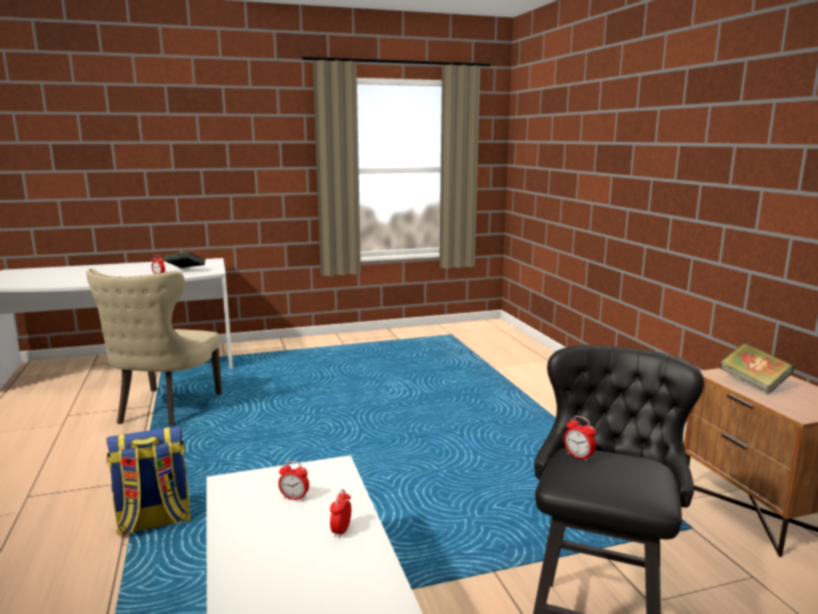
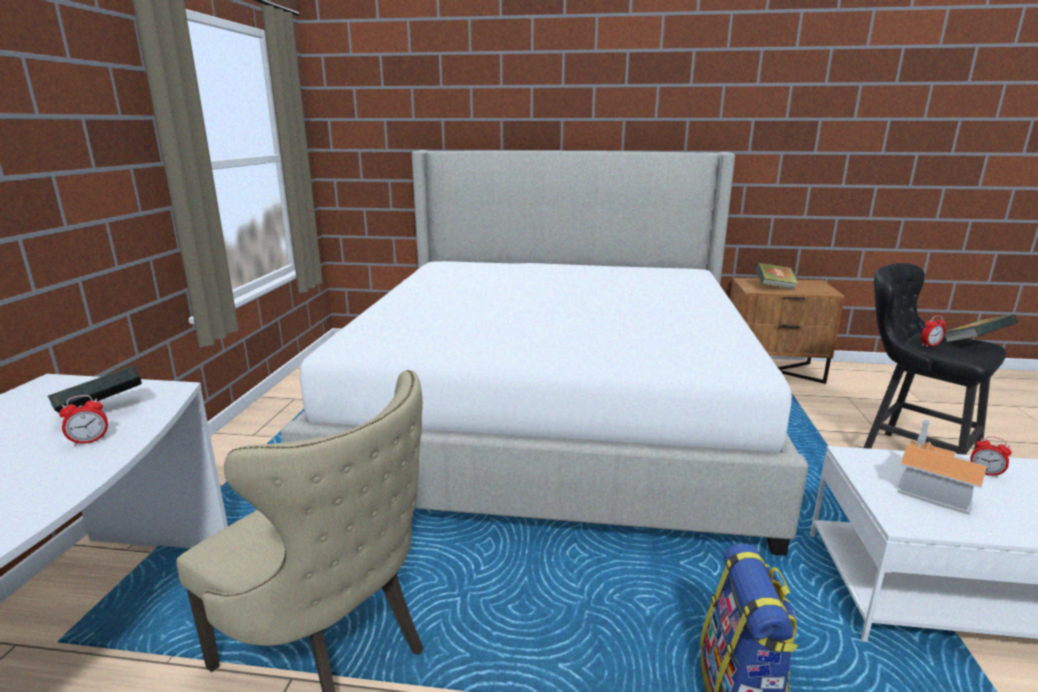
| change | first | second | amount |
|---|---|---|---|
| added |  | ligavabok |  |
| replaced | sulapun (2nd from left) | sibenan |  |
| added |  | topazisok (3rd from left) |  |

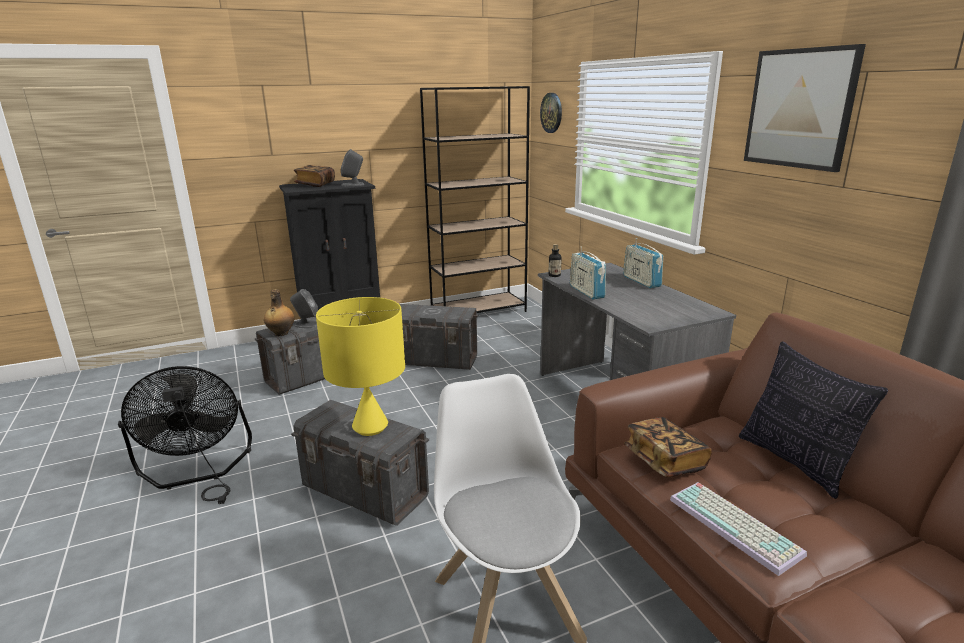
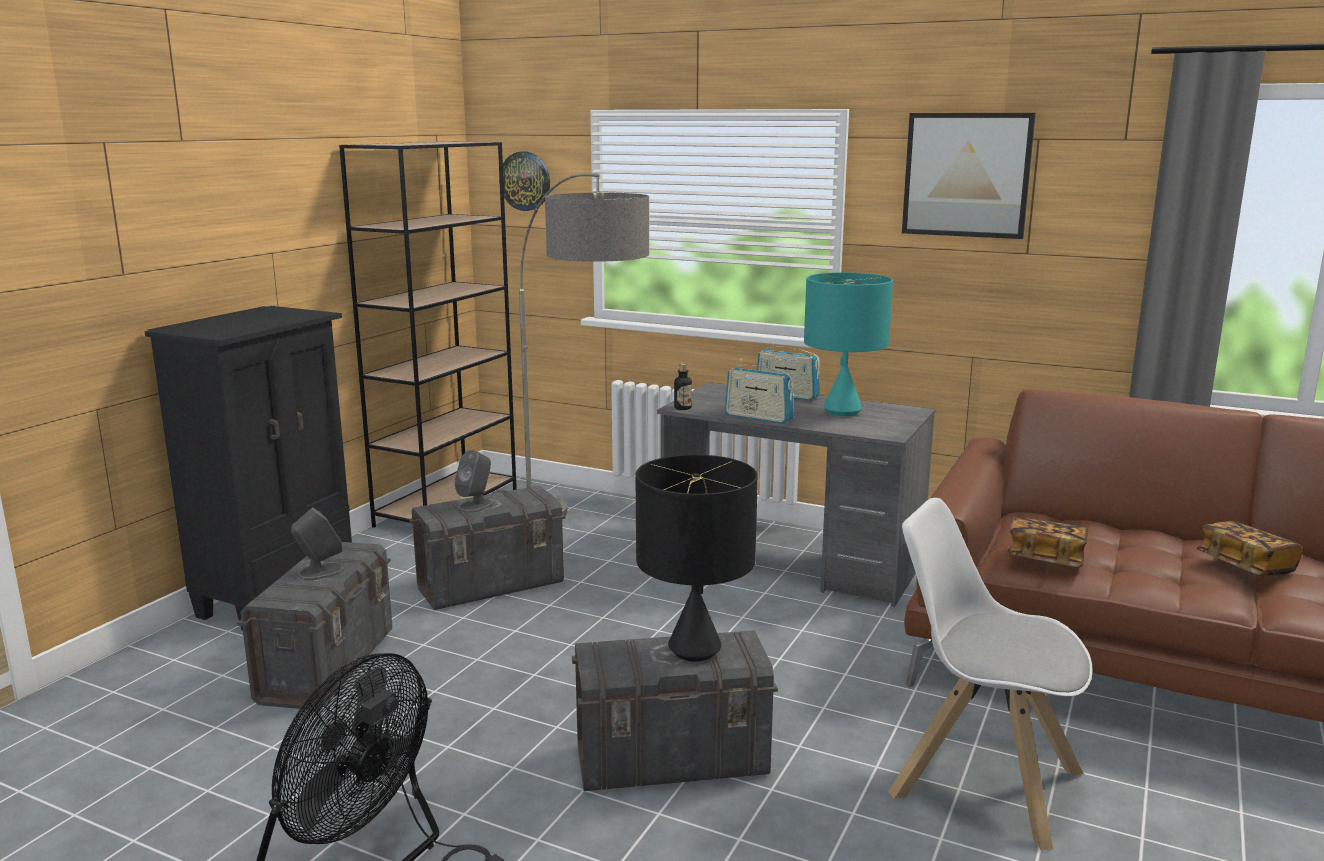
| change | first | second | amount |
|---|---|---|---|
| moved | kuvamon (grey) (2nd from left) |  |  |
| added |  | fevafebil |  |
| recoloured | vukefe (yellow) | vukefe (black) |  |
| added |  | vukefe (turquoise) |  |
| moved | topazisok (1st from left in the first image) | topazisok (2nd from left) |  |
| removed | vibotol (1st from left) |  |  |
| removed | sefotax |  |  |
| removed | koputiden |  |  |

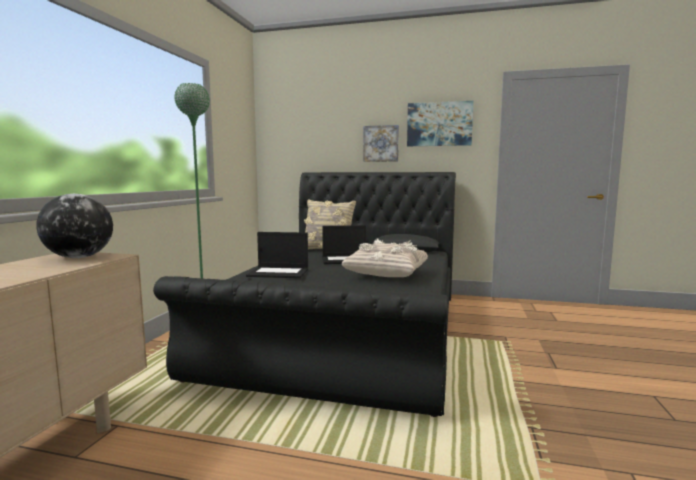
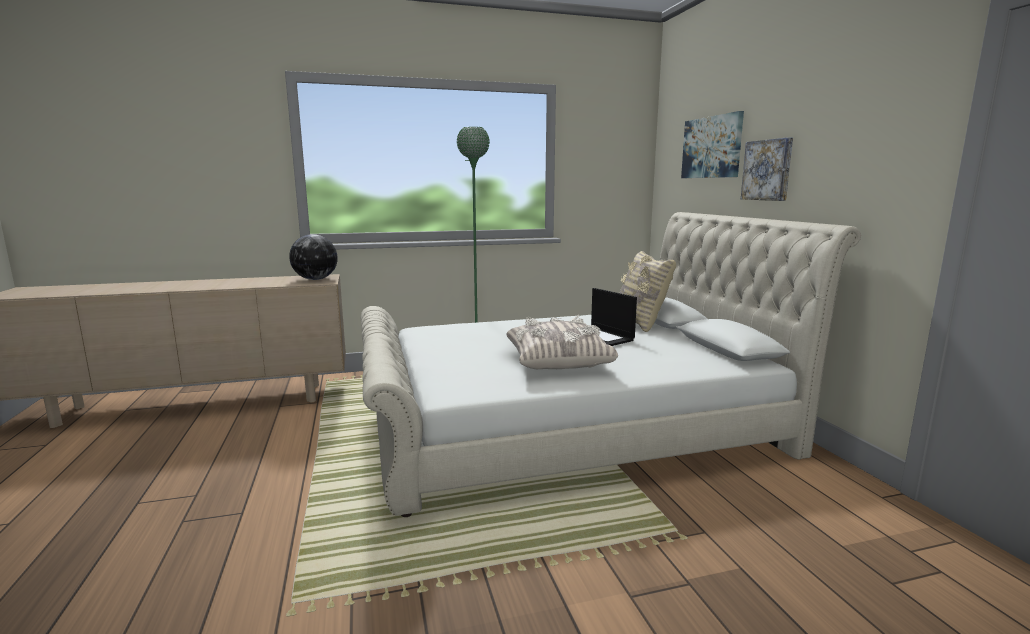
| change | first | second | amount |
|---|---|---|---|
| recoloured | ligavabok (black) | ligavabok (beige) |  |
| moved | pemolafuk (2nd from left in the first image) | pemolafuk (1st from left) |  |
| removed | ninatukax (1st from left) |  |  |

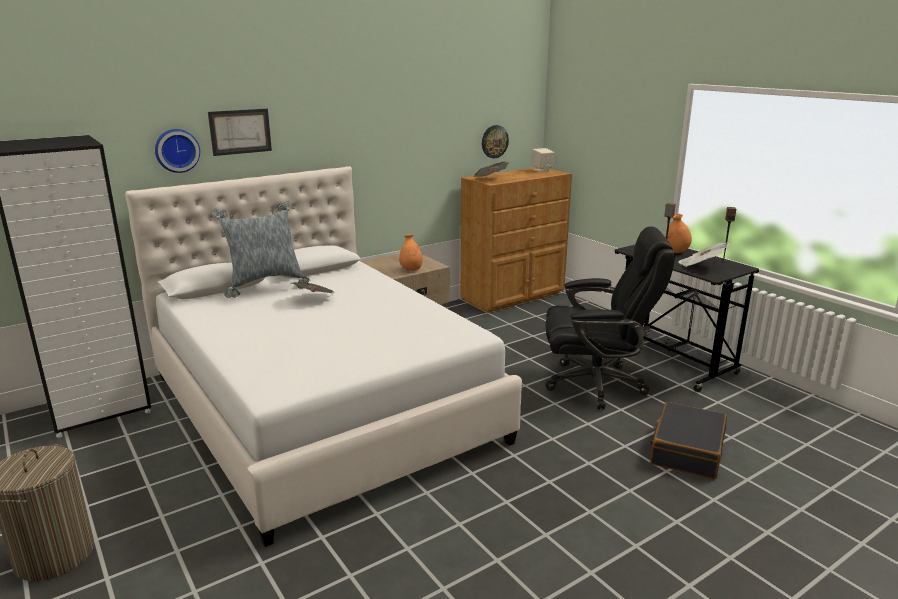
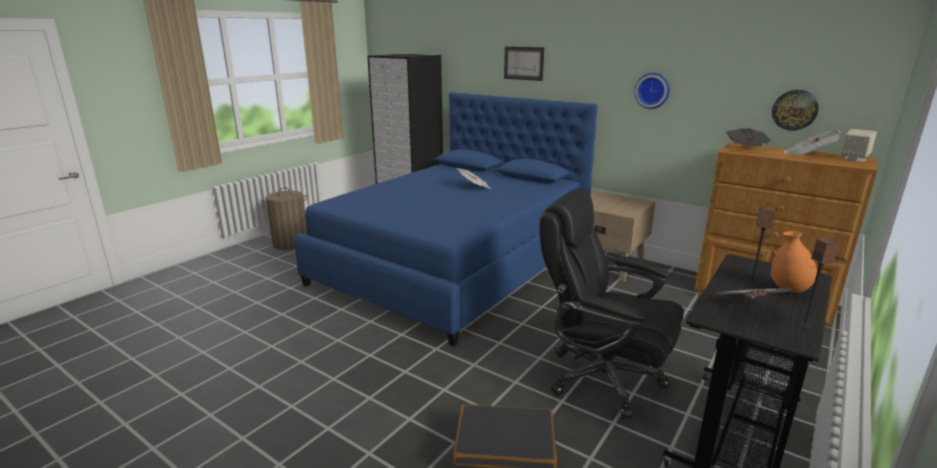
| change | first | second | amount |
|---|---|---|---|
| recoloured | ligavabok (white) | ligavabok (blue) |  |
| turned | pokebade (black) |  | 135 degrees clockwise |
| moved | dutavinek (1st from left) |  |  |
| added |  | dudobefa (4th from left) |  |
| removed | koputiden |  |  |
| removed | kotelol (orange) (1st from left) |  |  |

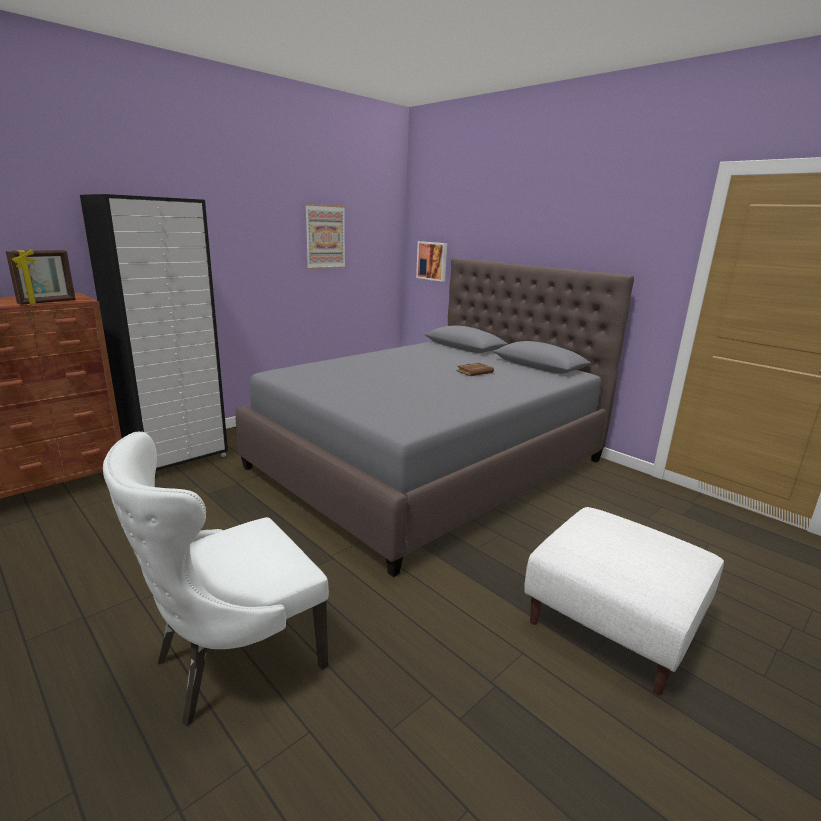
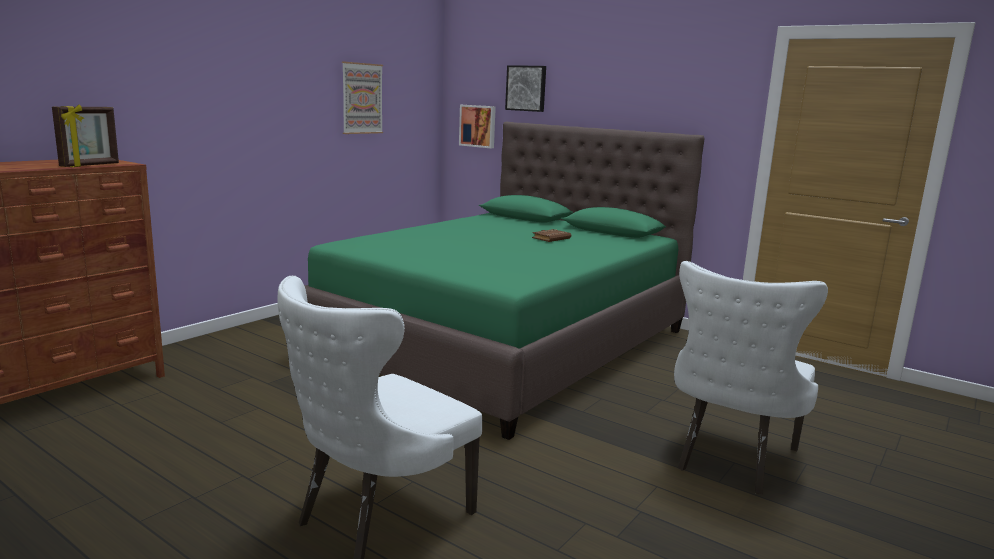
| change | first | second | amount |
|---|---|---|---|
| recoloured | ligavabok (grey) | ligavabok (green) |  |
| added |  | pemolafuk (3rd from left) |  |
| replaced | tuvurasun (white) | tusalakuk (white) (2nd from left) |  |
| removed | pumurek |  |  |

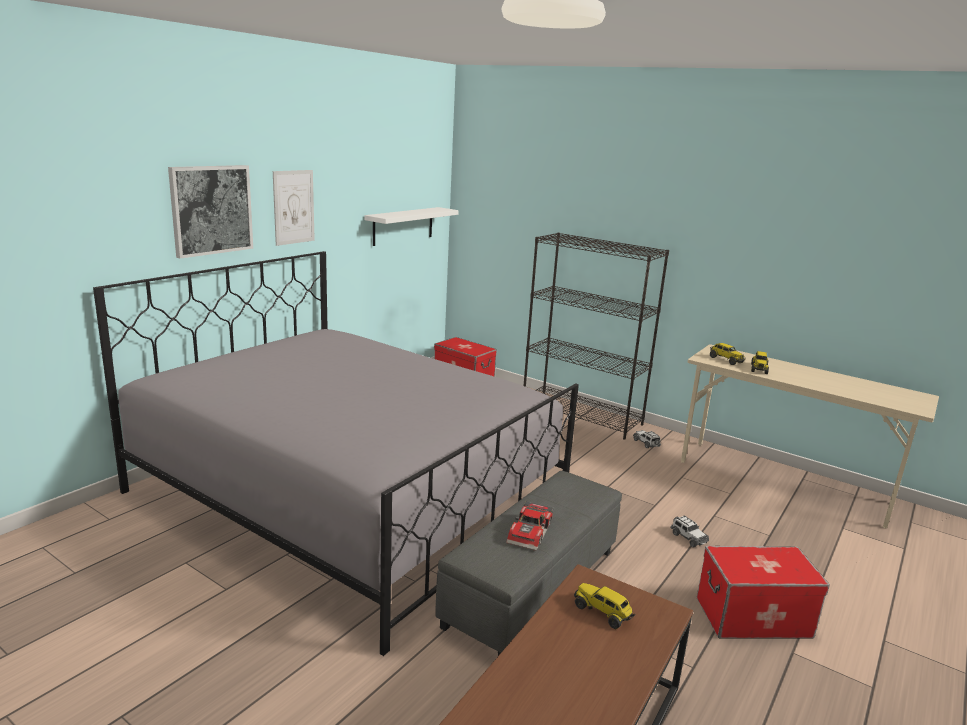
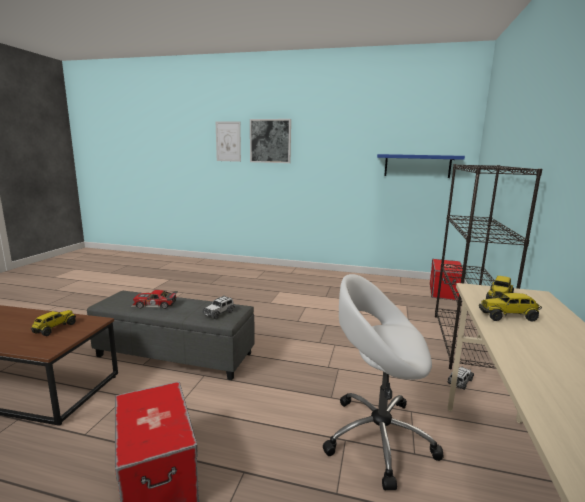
| change | first | second | amount |
|---|---|---|---|
| moved | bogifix (3rd from left in the first image) | bogifix (2nd from left) |  |
| moved | pemolafuk (2nd from left in the first image) | pemolafuk (1st from left) |  |
| added |  | pokebade (white) |  |
| recoloured | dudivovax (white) | dudivovax (blue) |  |
| removed | ligavabok (grey) |  |  |

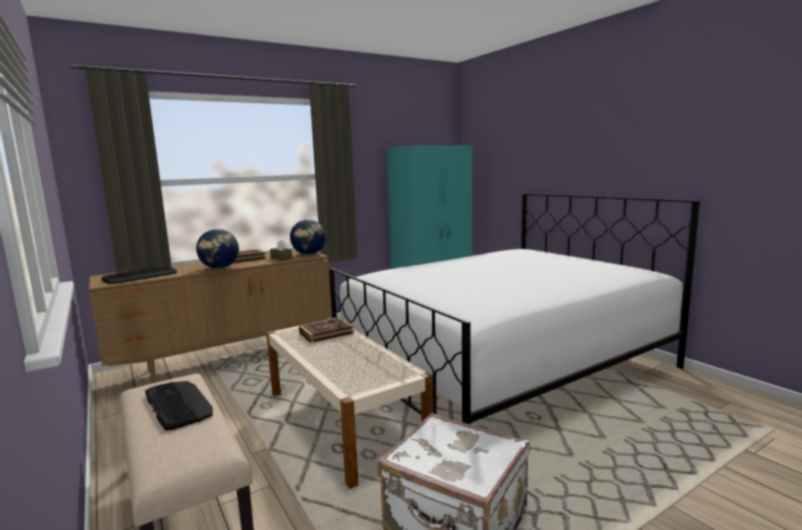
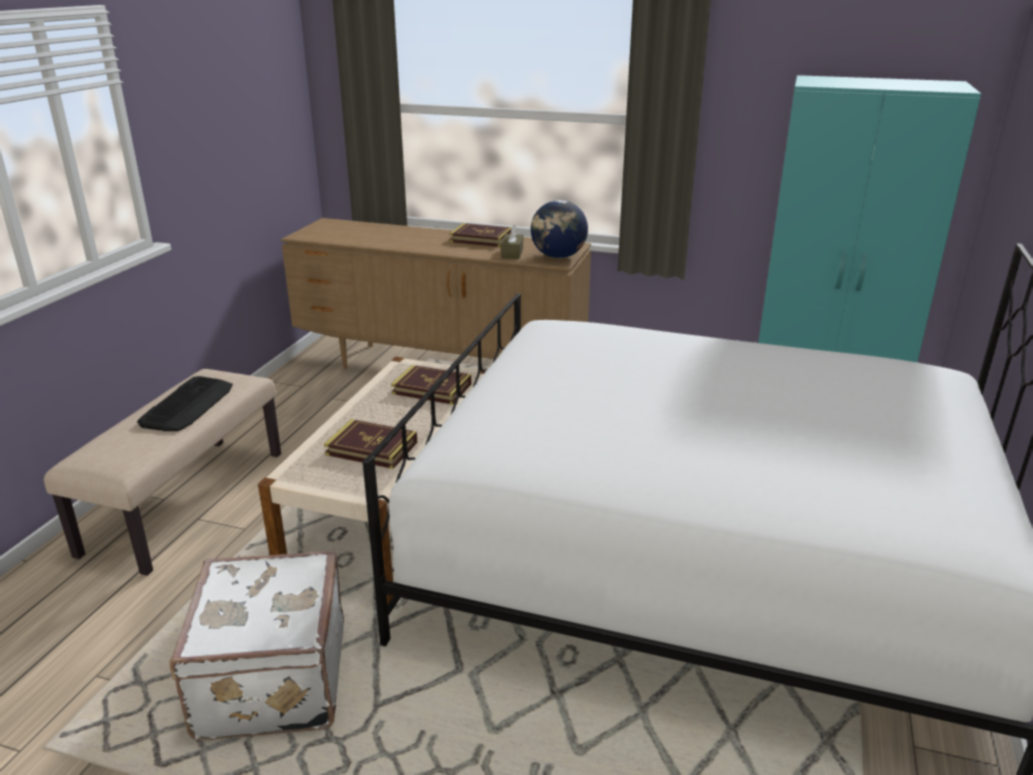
| change | first | second | amount |
|---|---|---|---|
| added |  | topazisok (1st from left) |  |
| removed | sefotax (1st from left) |  |  |
| removed | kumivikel (1st from left) |  |  |

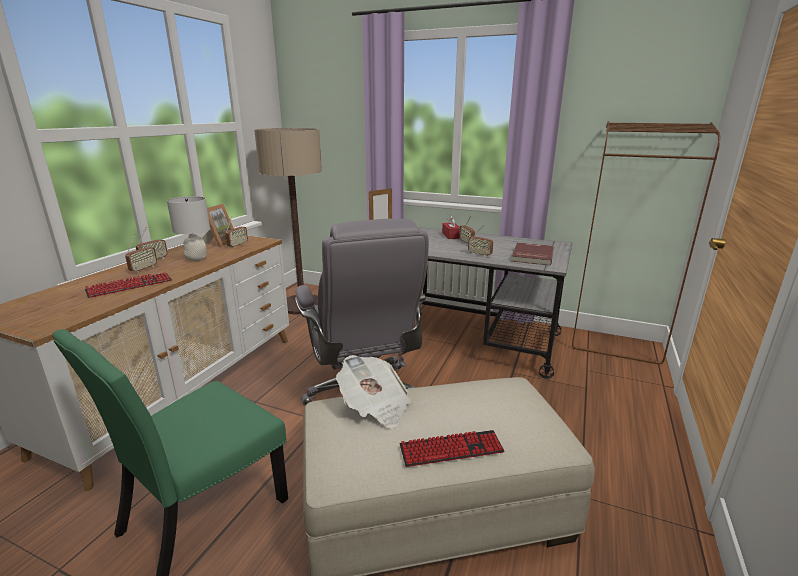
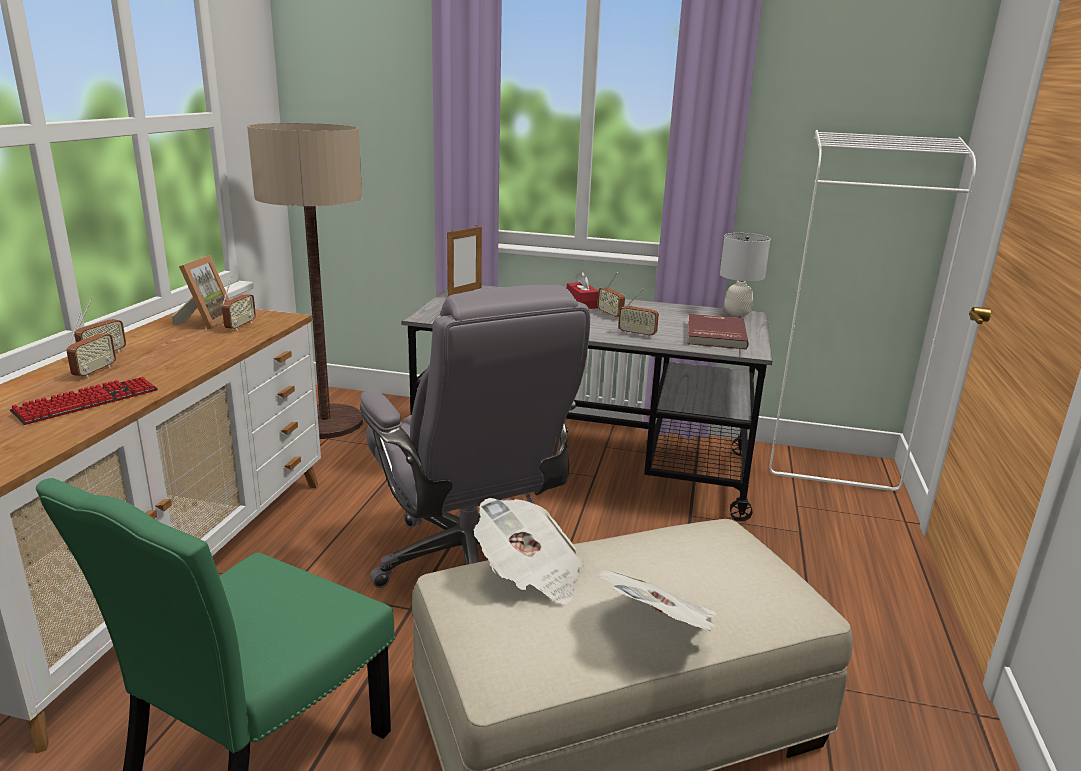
| change | first | second | amount |
|---|---|---|---|
| replaced | sefotax (2nd from left) | dudobefa (2nd from left) |  |
| moved | vukefe (grey) |  |  |
| recoloured | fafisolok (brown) | fafisolok (white) |  |

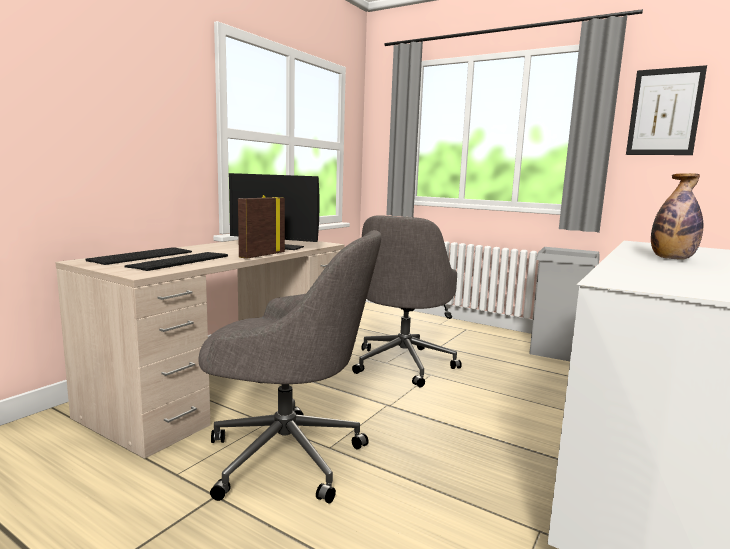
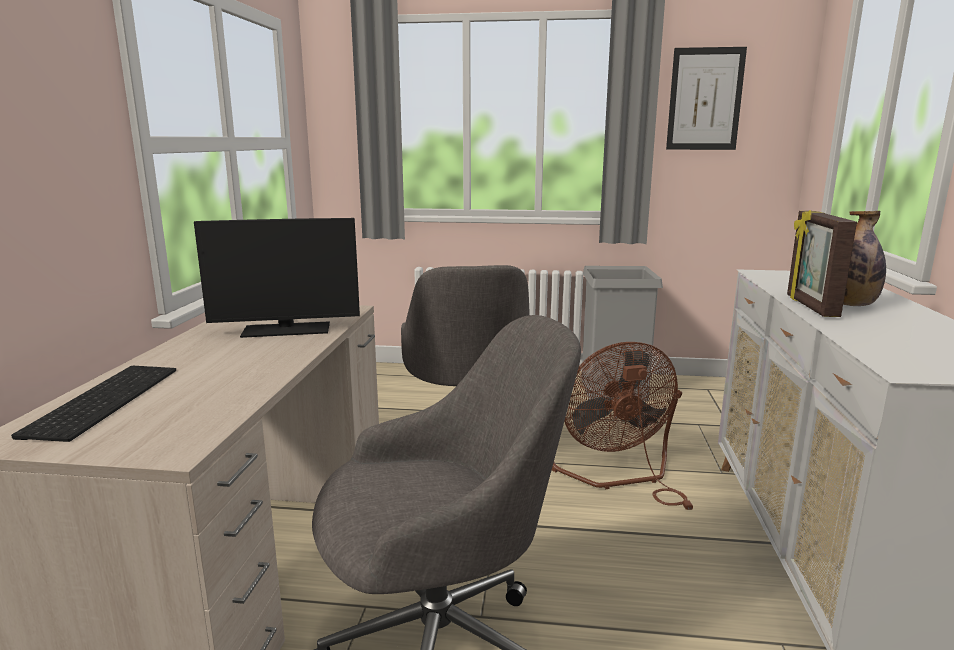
| change | first | second | amount |
|---|---|---|---|
| added |  | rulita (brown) |  |
| moved | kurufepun |  |  |
| removed | sefotax (2nd from left) |  |  |

